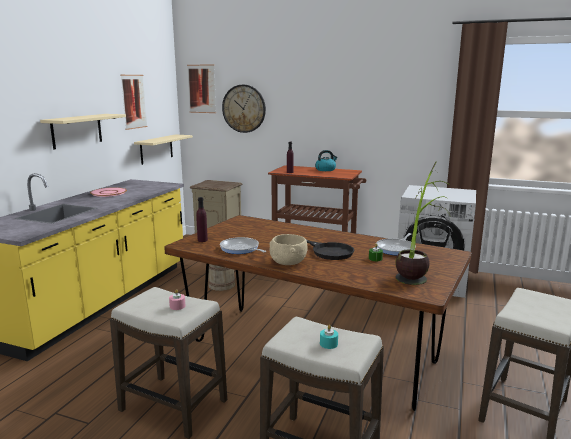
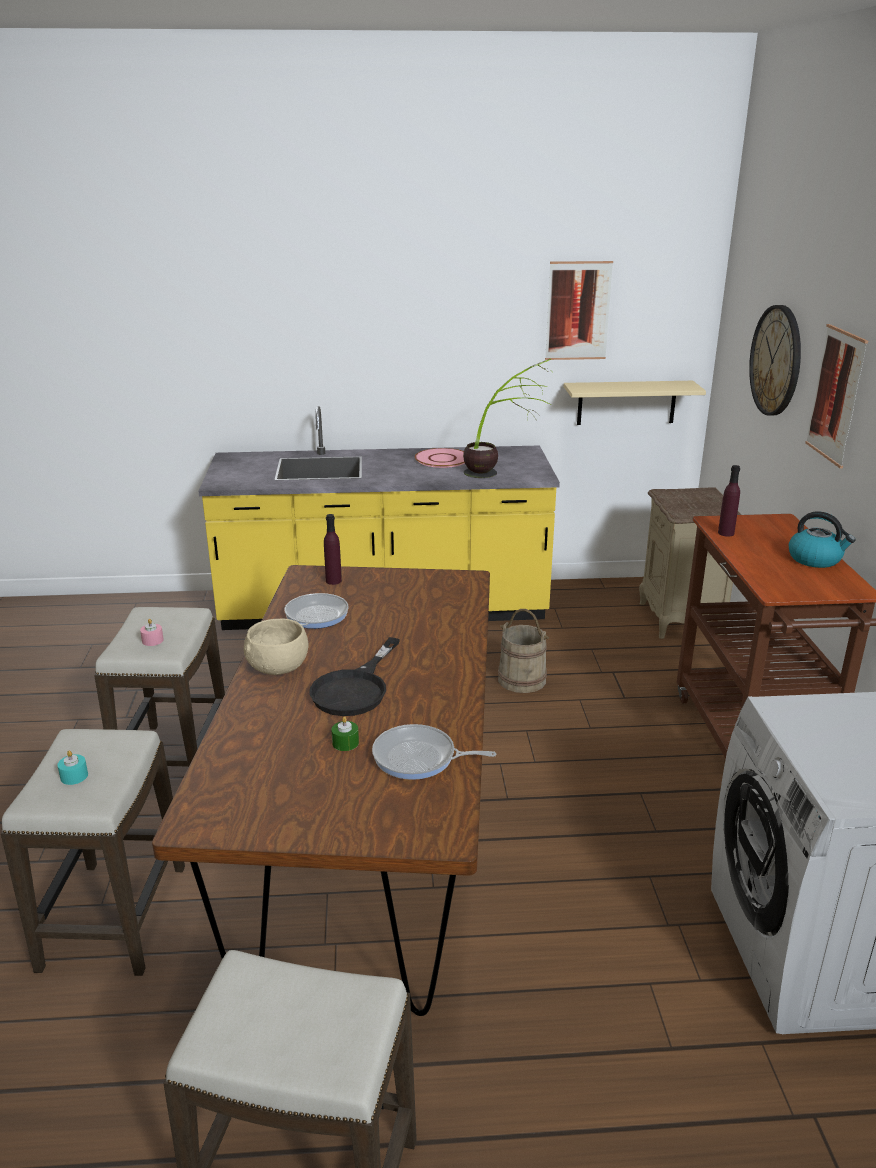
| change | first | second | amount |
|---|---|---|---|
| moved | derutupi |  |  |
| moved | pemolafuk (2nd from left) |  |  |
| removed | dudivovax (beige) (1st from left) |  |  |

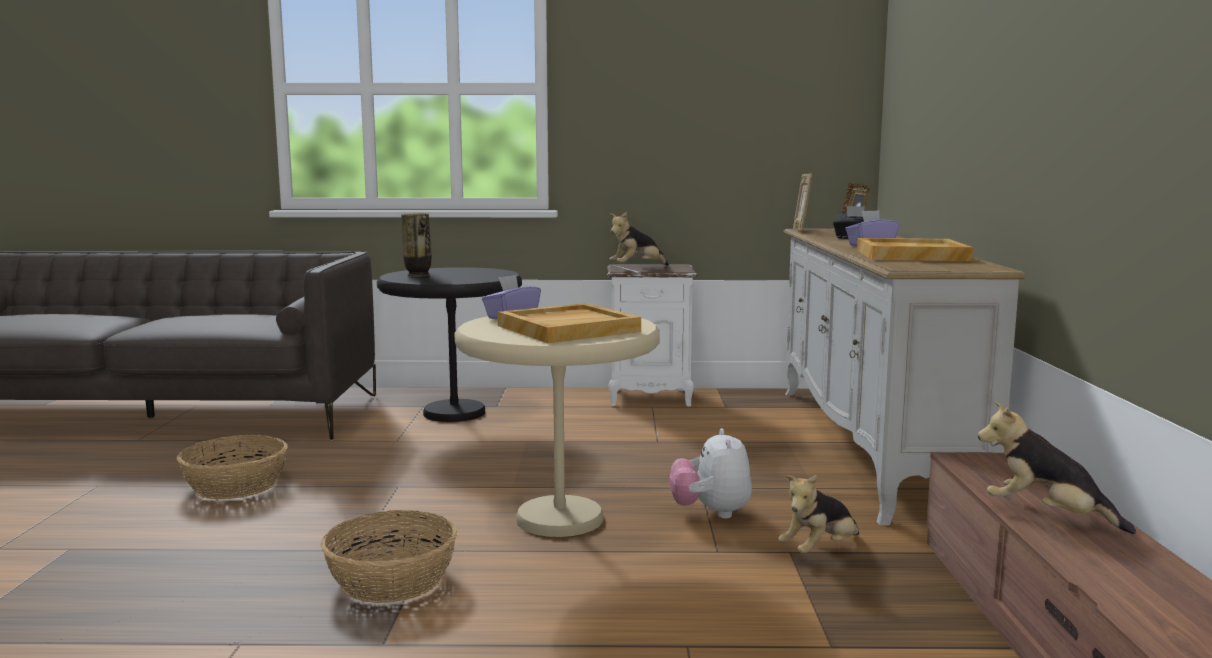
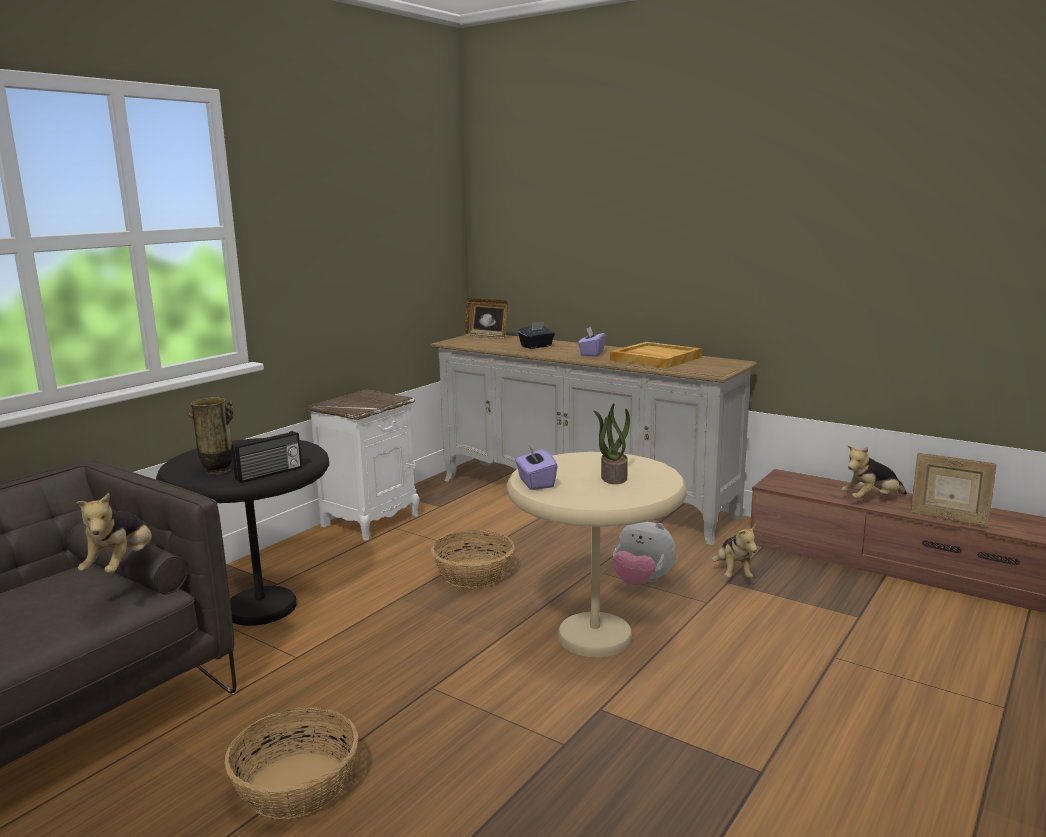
| change | first | second | amount |
|---|---|---|---|
| moved | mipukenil (1st from left) |  |  |
| added |  | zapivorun |  |
| moved | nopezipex (2nd from left) |  |  |
| replaced | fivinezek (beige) (1st from left) | derutupi |  |
| moved | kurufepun (1st from left in the first image) | kurufepun (2nd from left) |  |

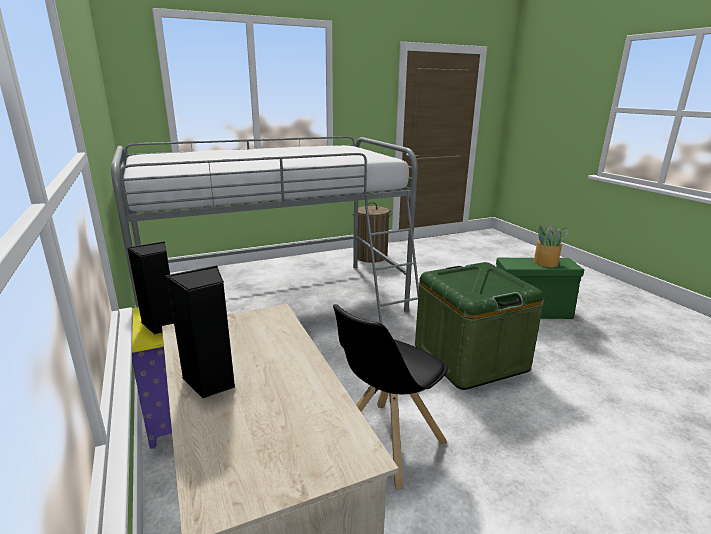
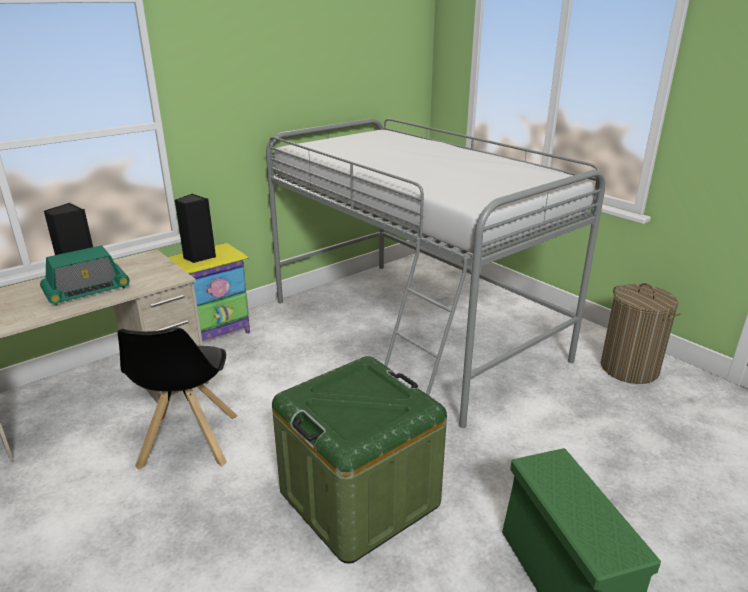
| change | first | second | amount |
|---|---|---|---|
| added |  | zapivorun |  |
| turned | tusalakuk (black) |  | 120 degrees counterclockwise |
| removed | derutupi |  |  |

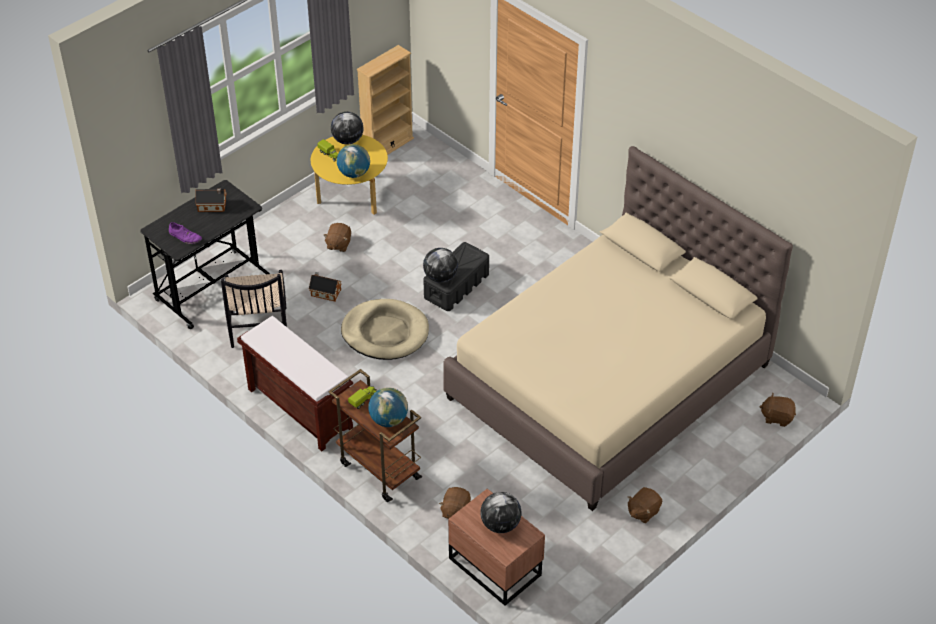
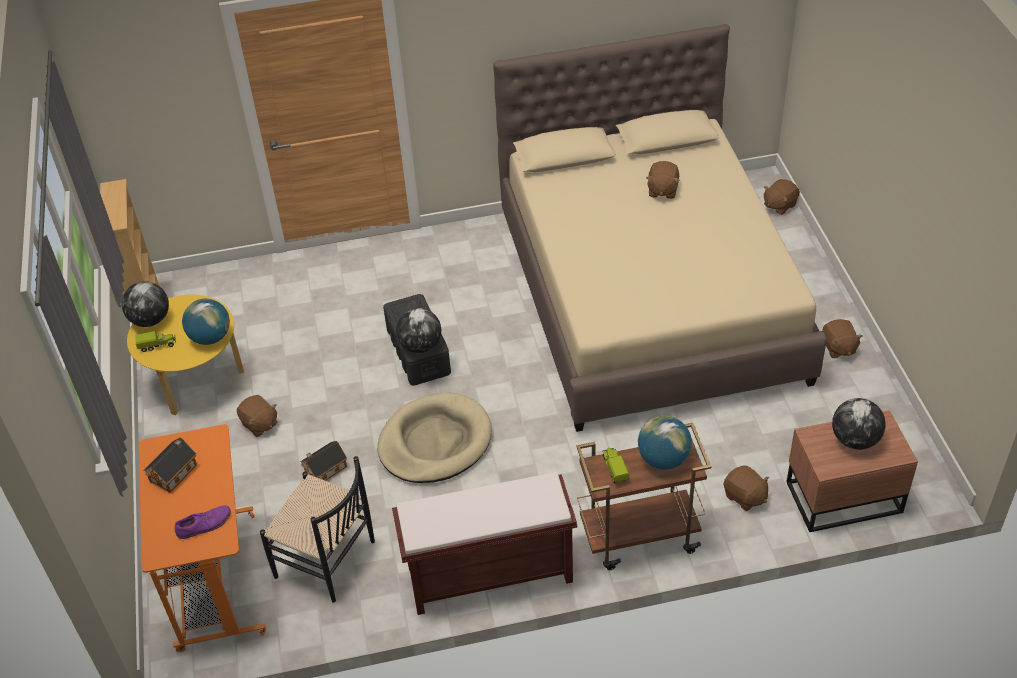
| change | first | second | amount |
|---|---|---|---|
| recoloured | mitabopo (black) | mitabopo (orange) |  |
| added |  | mipukenil (brown) (2nd from left) |  |

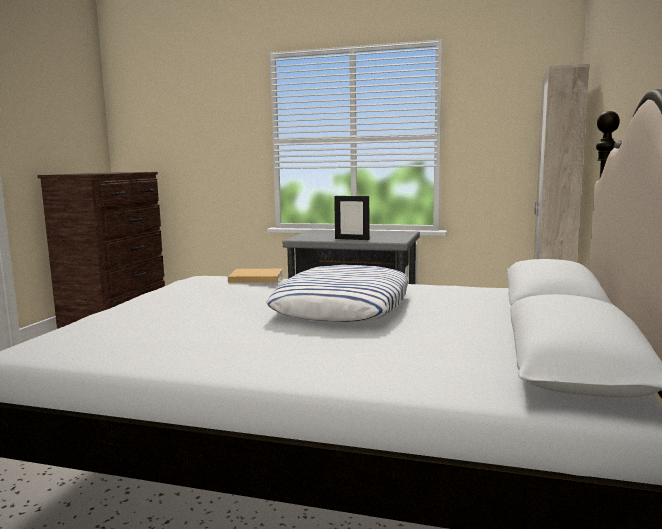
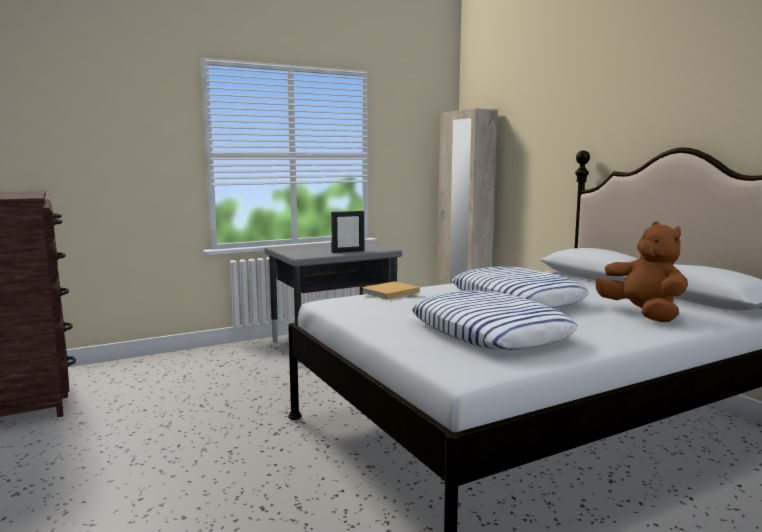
| change | first | second | amount |
|---|---|---|---|
| added |  | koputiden (1st from left) |  |
| added |  | mipukenil (brown) |  |

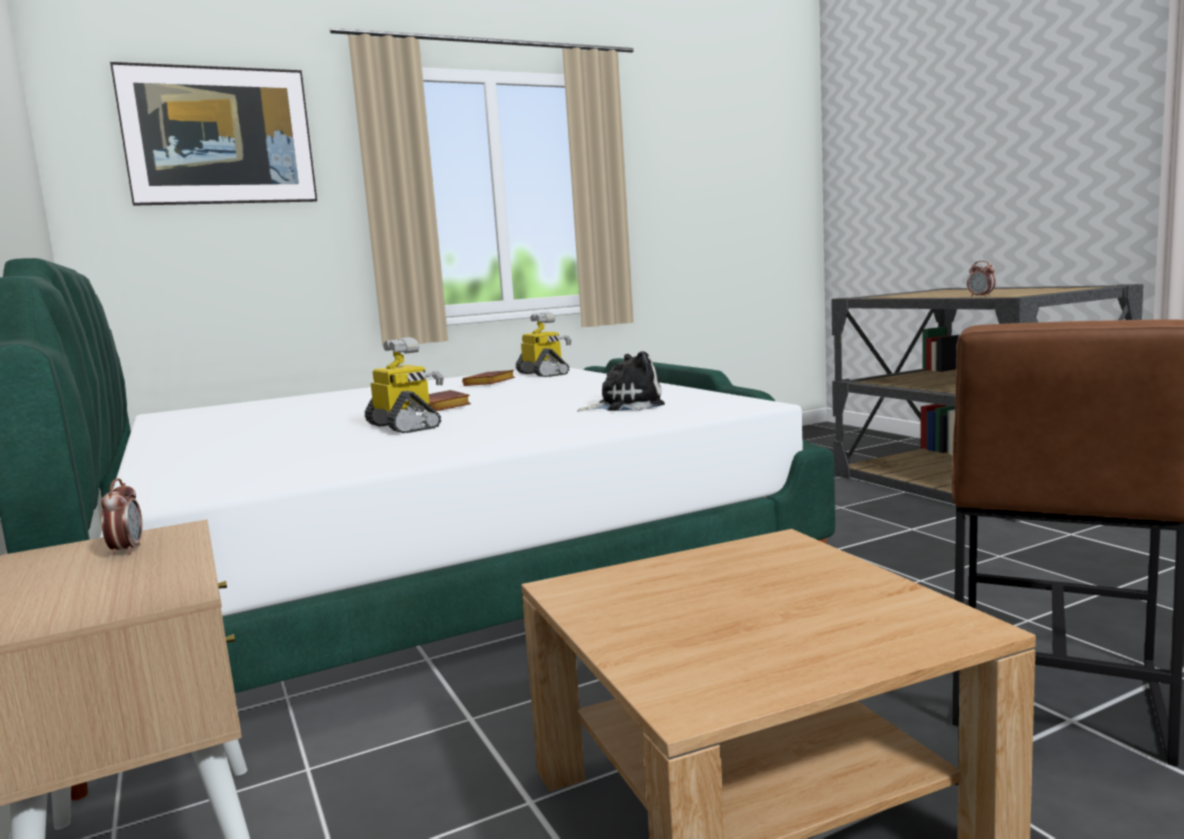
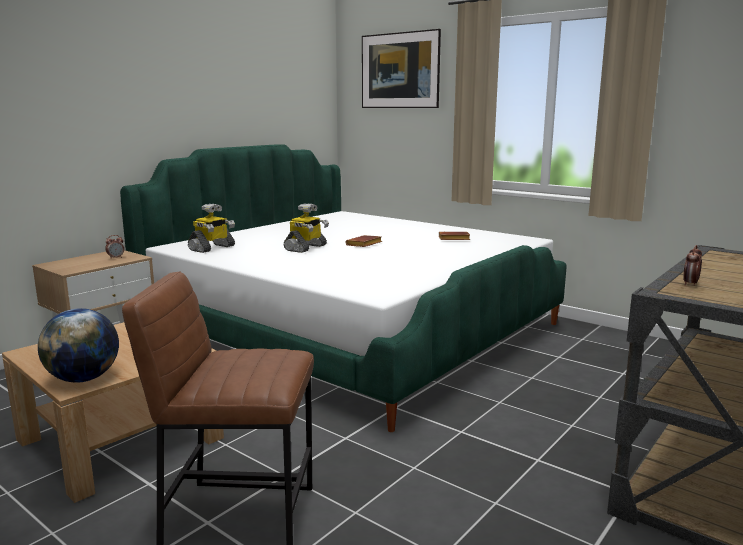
| change | first | second | amount |
|---|---|---|---|
| added |  | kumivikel |  |
| moved | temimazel (2nd from left in the first image) | temimazel (1st from left) |  |
| removed | mipukenil |  |  |

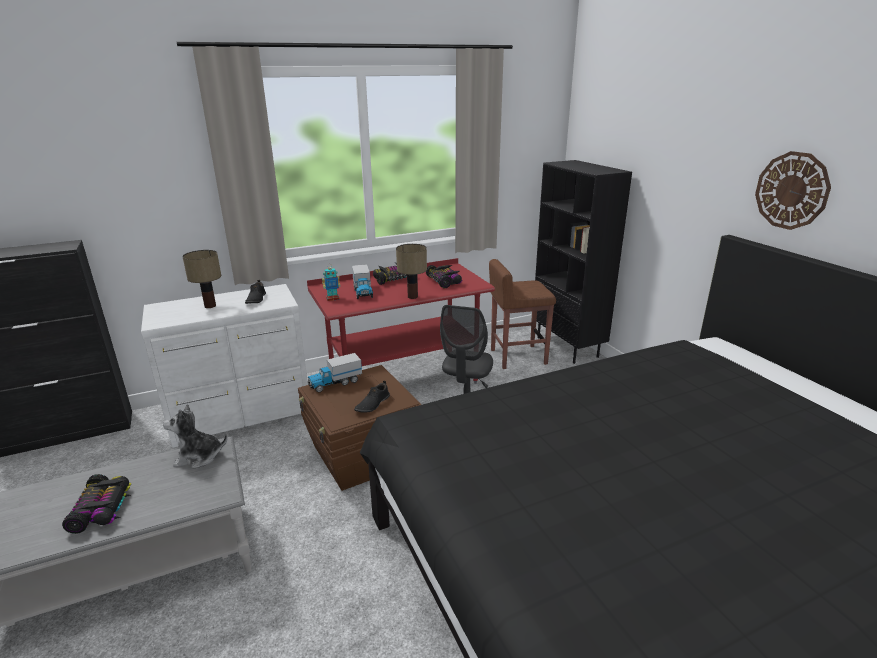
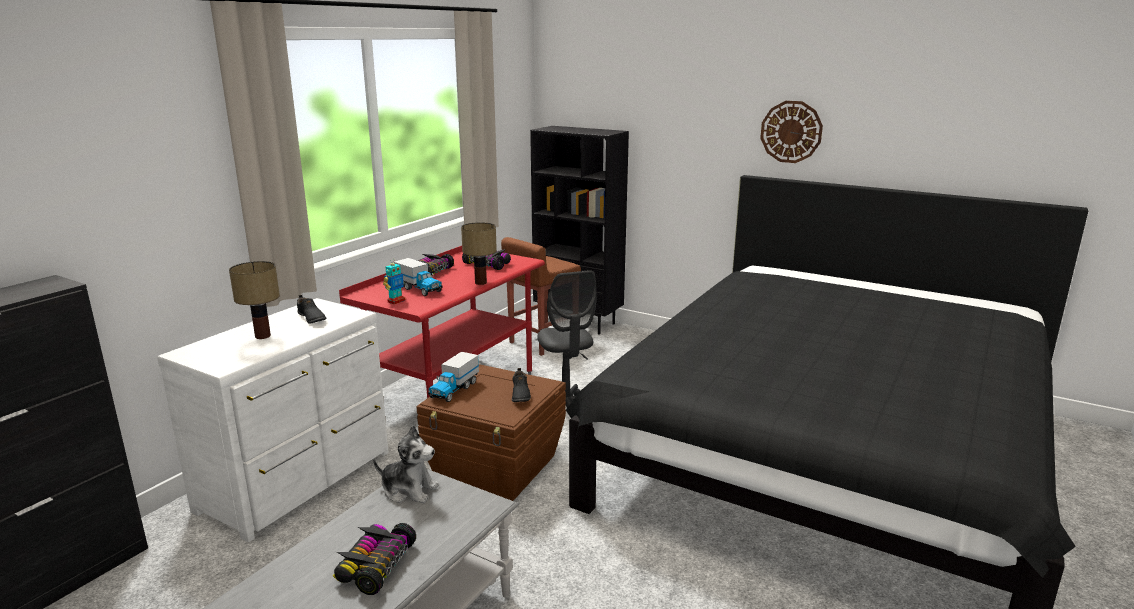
| change | first | second | amount |
|---|---|---|---|
| turned | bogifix (1st from left) |  | 120 degrees counterclockwise |
| turned | mipukenil |  | 120 degrees counterclockwise |

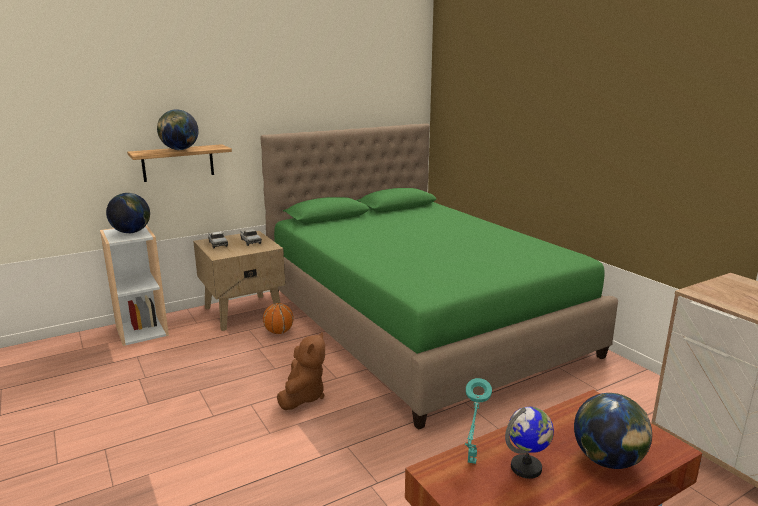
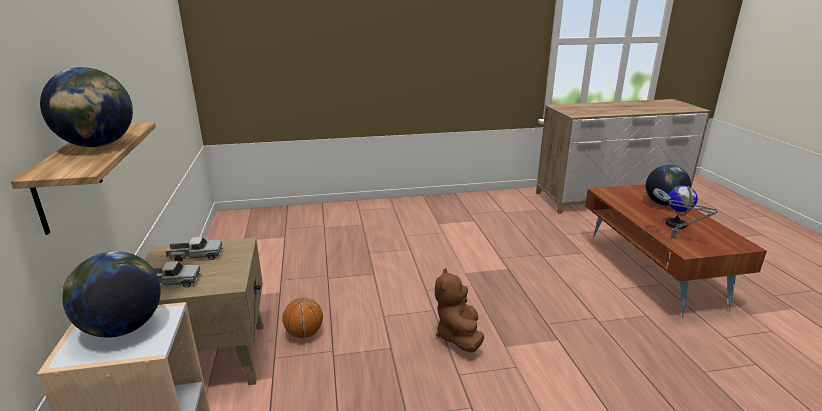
| change | first | second | amount |
|---|---|---|---|
| turned | mipukenil (brown) |  | 120 degrees counterclockwise |
| recoloured | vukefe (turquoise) | vukefe (grey) |  |
| removed | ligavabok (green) |  |  |

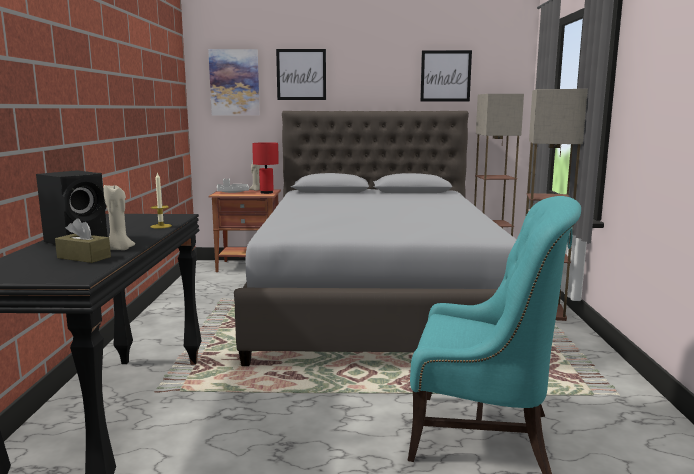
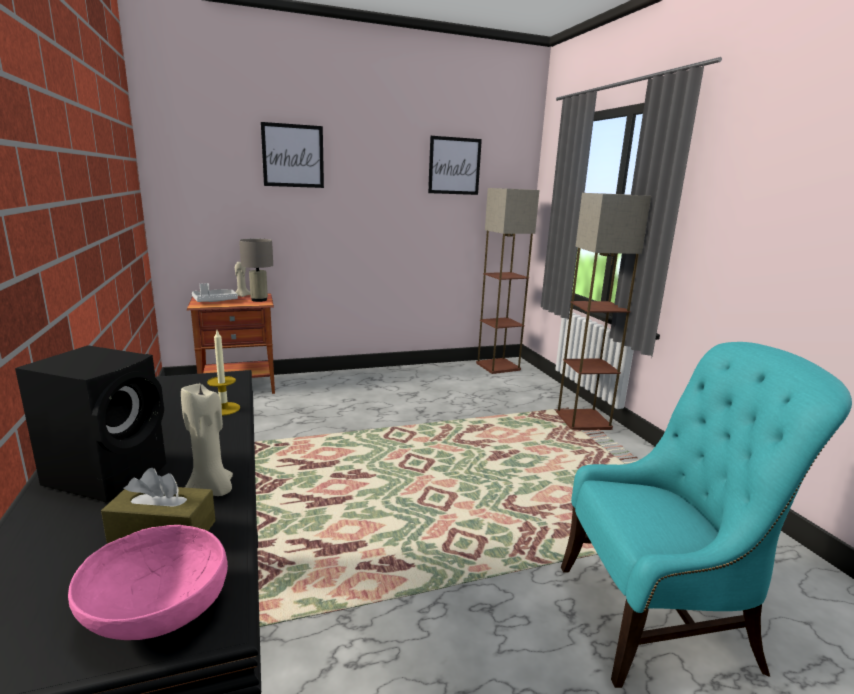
| change | first | second | amount |
|---|---|---|---|
| added |  | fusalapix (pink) |  |
| recoloured | vukefe (red) | vukefe (grey) |  |
| removed | pemolafuk (1st from left) |  |  |
| removed | ligavabok (grey) |  |  |

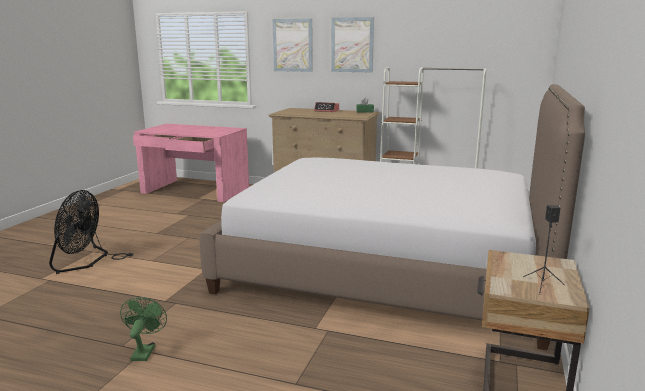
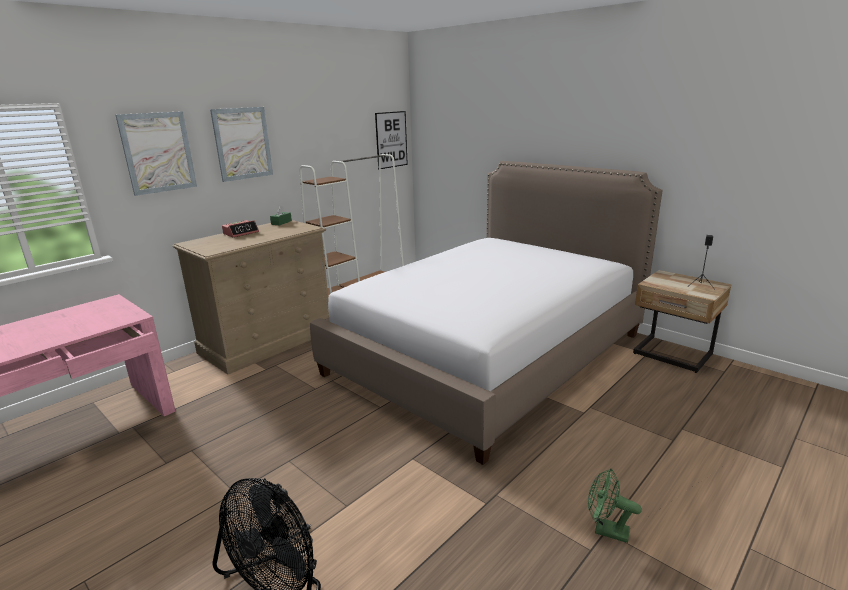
| change | first | second | amount |
|---|---|---|---|
| added |  | pemolafuk (3rd from left) |  |

